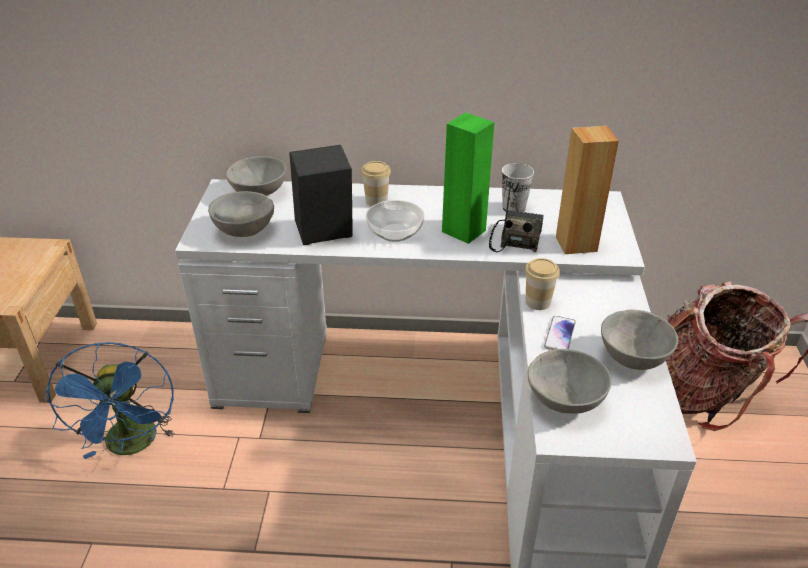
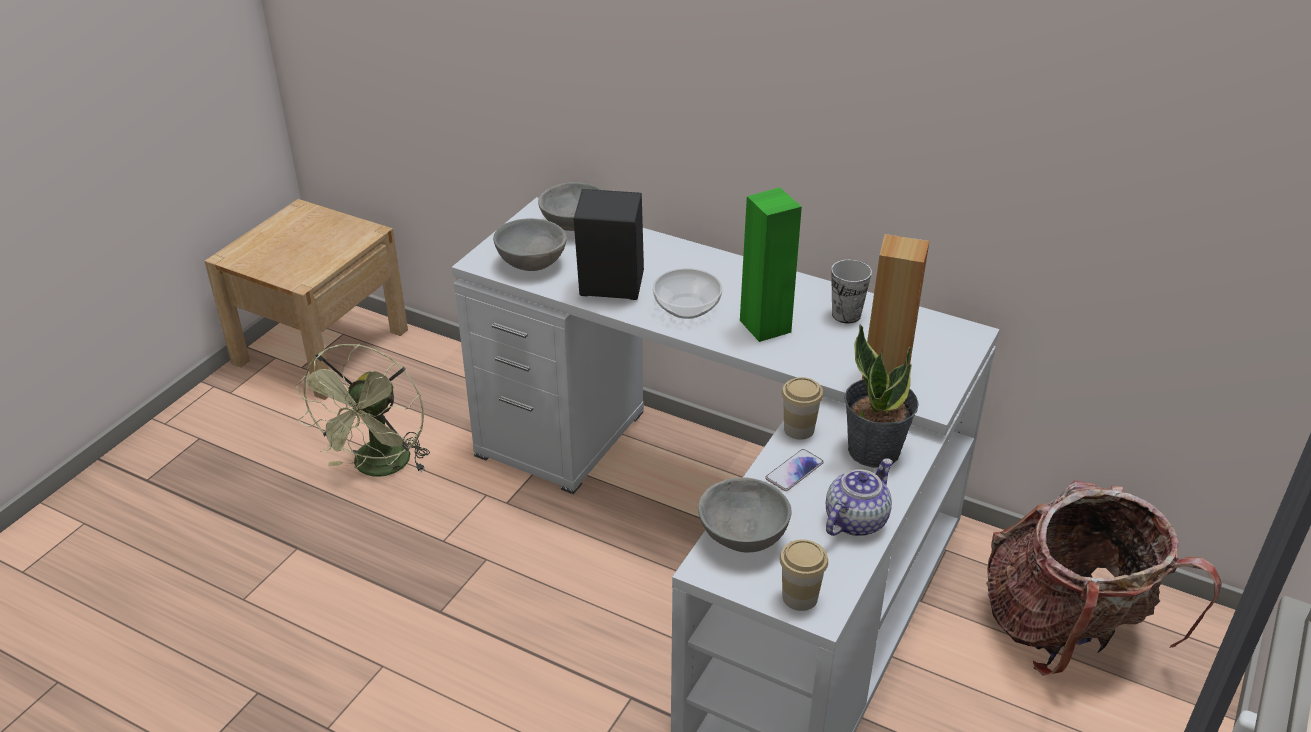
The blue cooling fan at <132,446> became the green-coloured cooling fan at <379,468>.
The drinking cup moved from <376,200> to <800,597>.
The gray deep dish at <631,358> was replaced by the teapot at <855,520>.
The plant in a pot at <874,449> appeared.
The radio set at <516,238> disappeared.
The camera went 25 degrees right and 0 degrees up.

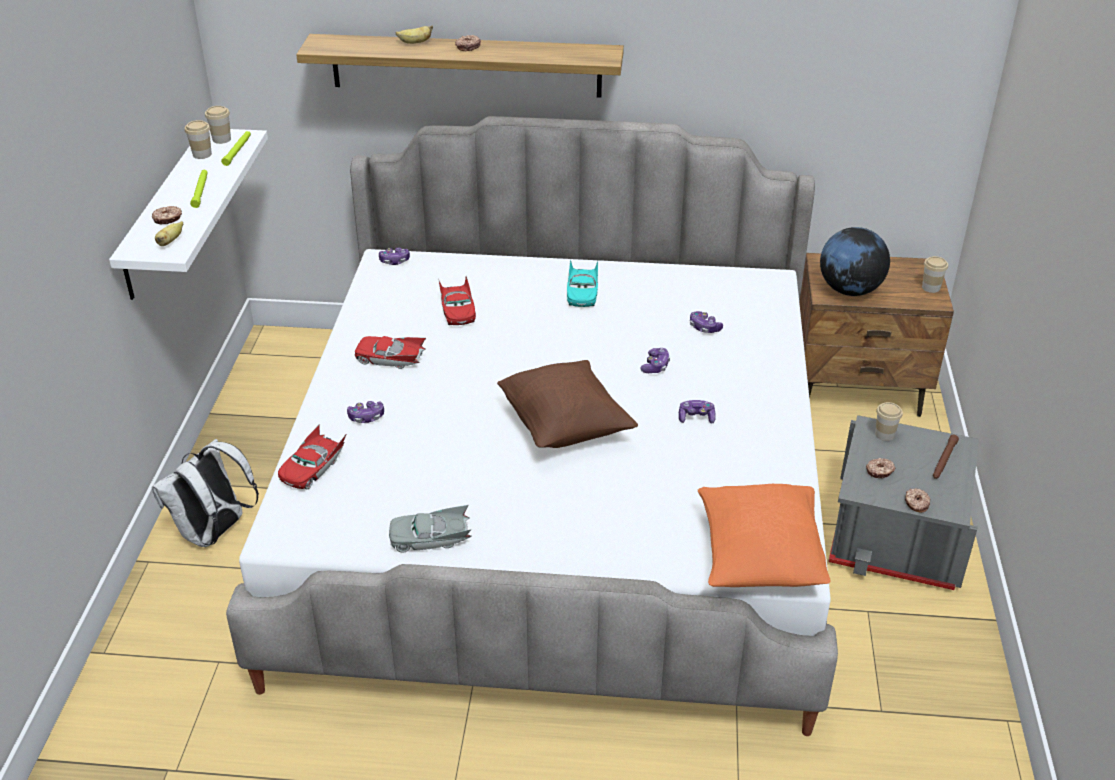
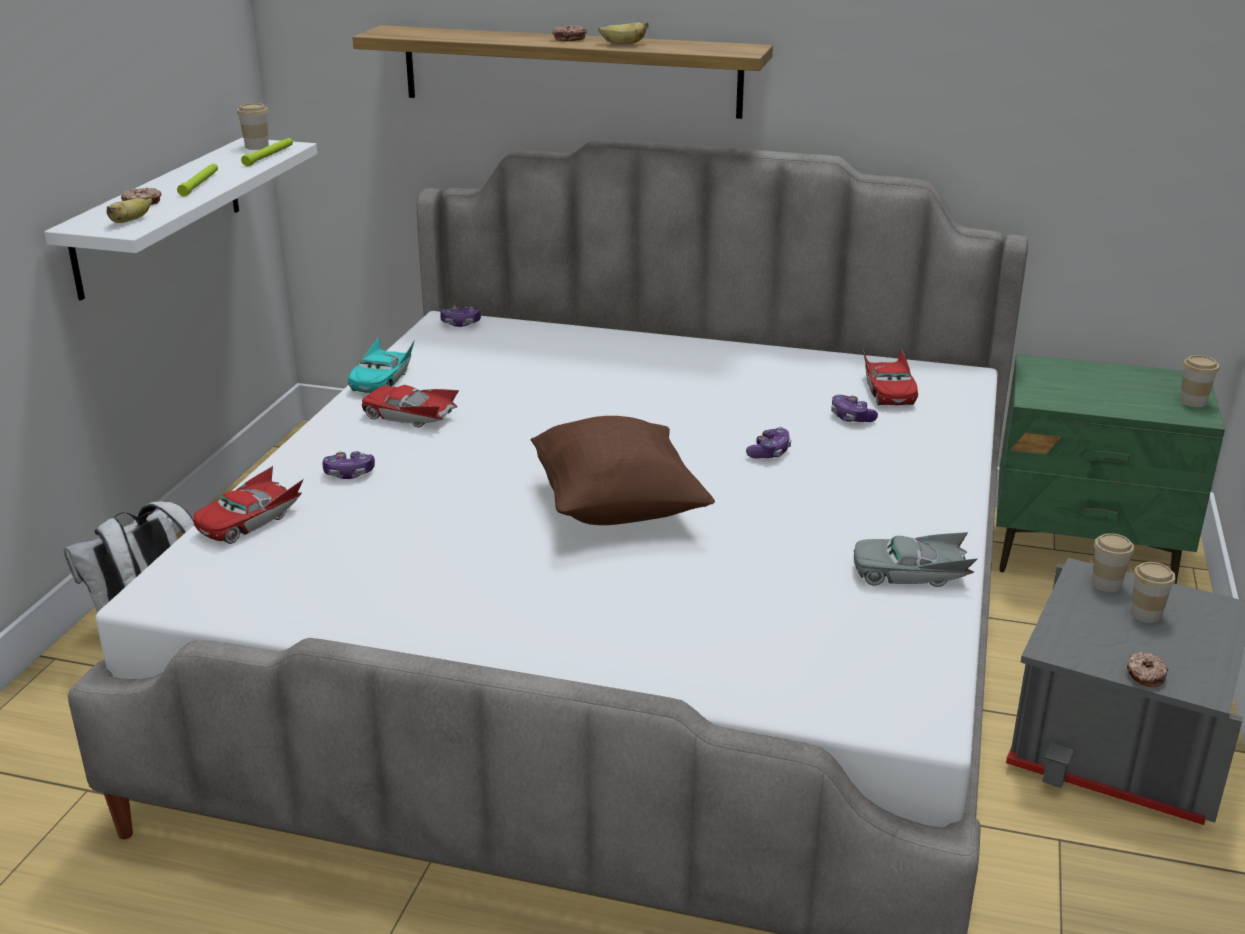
The blue-green model car moved from <582,292> to <382,379>.
The banana fruit moved from <415,42> to <623,44>.
The gray model car moved from <430,538> to <910,574>.
The red model car moved from <457,310> to <888,391>.
The brown-coloured bedside table at <858,388> became the green-coloured bedside table at <1085,554>.
The drinking cup moved from <202,154> to <1146,614>.
The joypad at <696,417> disappeared.
The orange cushion at <759,558> disappeared.
The world globe at <849,290> disappeared.
The donut at <880,471> disappeared.
The brown-coloured hand torch at <944,460> disappeared.
The camera went 10 degrees right and 10 degrees down.

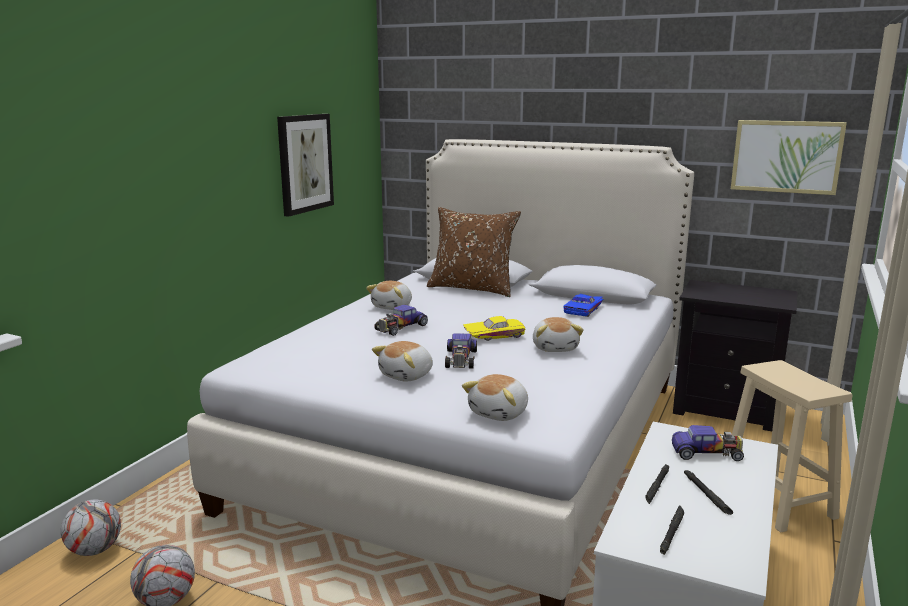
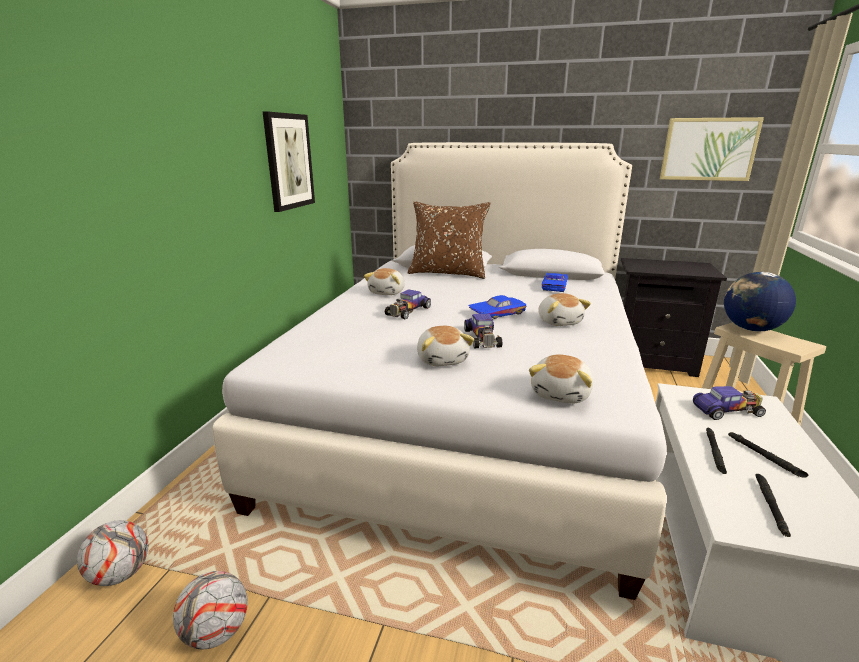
The cuddly toy at <407,375> turned 45 degrees counterclockwise.
The yellow-coloured model car at <493,335> became the blue model car at <496,313>.
The world globe at <750,329> appeared.
The camera went 10 degrees left and 5 degrees up.

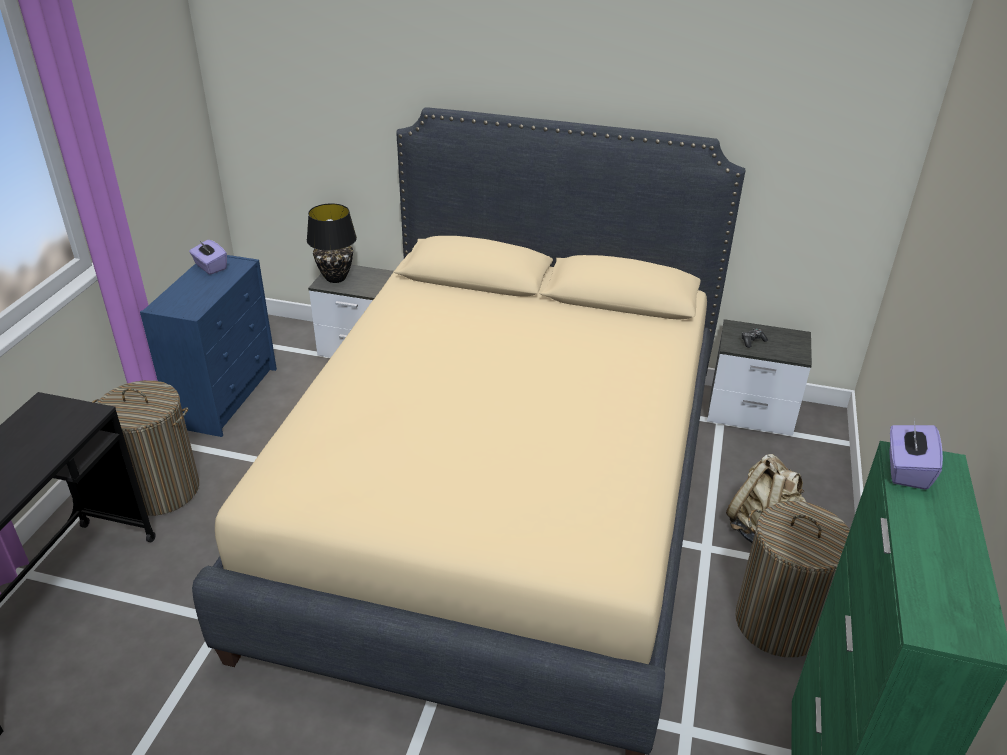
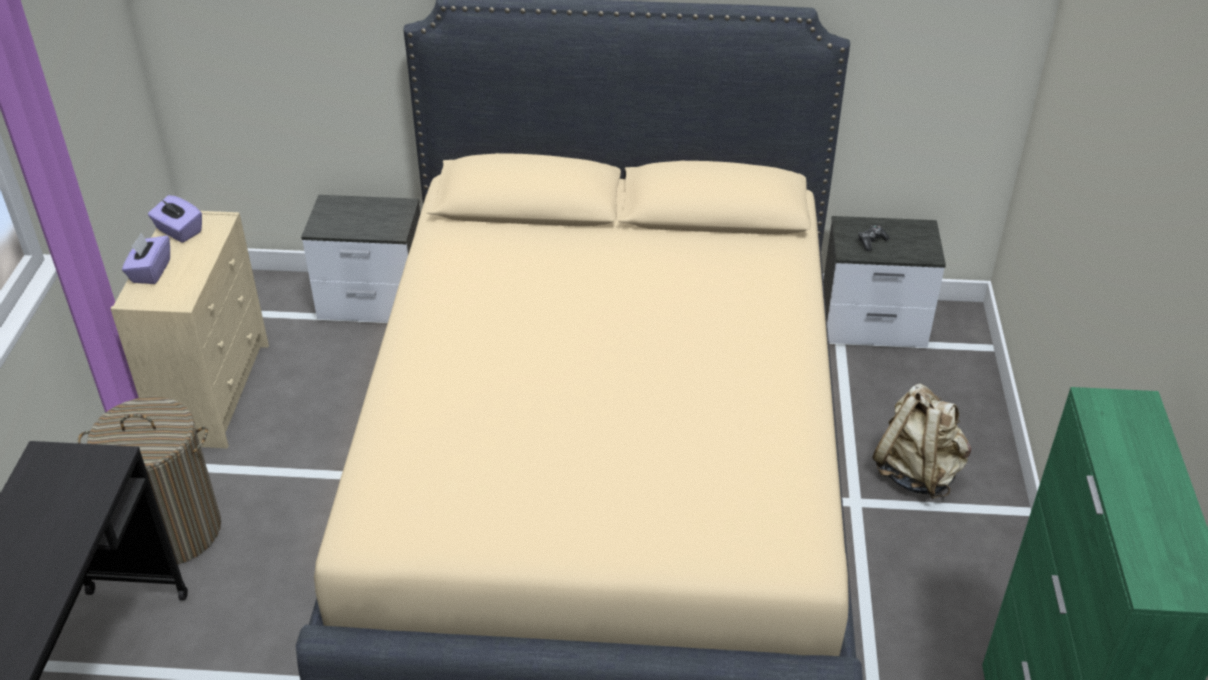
The blue drawer chest at <226,396> became the beige-coloured drawer chest at <214,391>.
The purple box of tissues moved from <906,470> to <150,271>.
The black lamp for a table at <335,278> disappeared.
The laundry basket at <779,623> disappeared.
The camera went 10 degrees left and 5 degrees up.

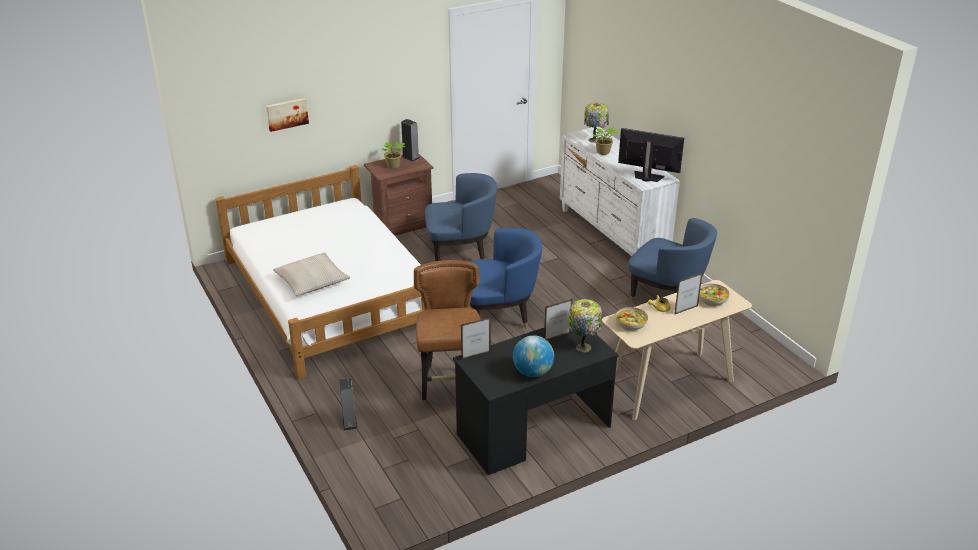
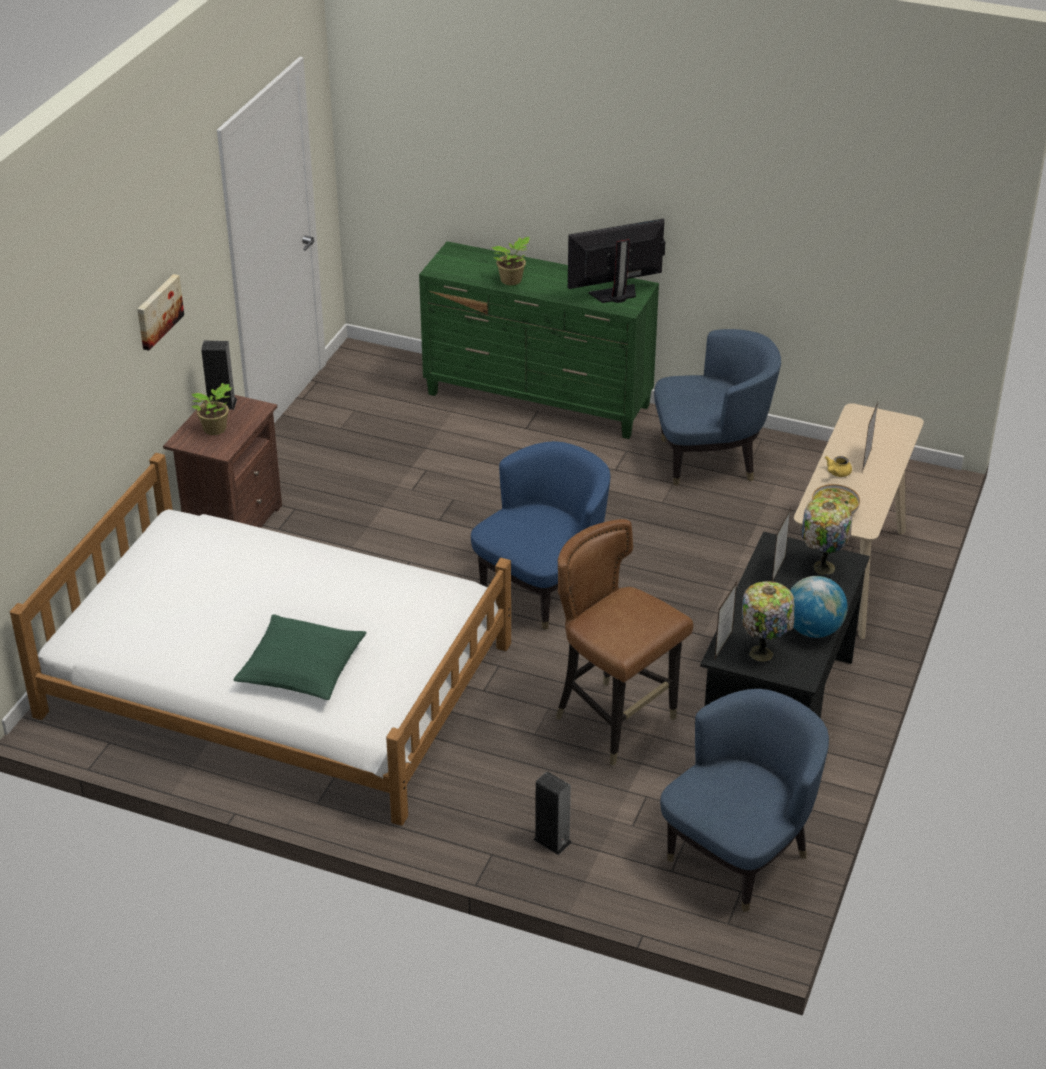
The picture moved from <287,114> to <158,311>.
The beige-coloured cushion at <312,281> became the green-coloured cushion at <301,668>.
The whitish drawer chest at <612,234> became the green-coloured drawer chest at <538,401>.
The blue easy chair moved from <460,253> to <740,855>.
The lamp for a table moved from <594,140> to <763,653>.
The deep dish at <712,300> disappeared.
The camera went 40 degrees left and 5 degrees up.

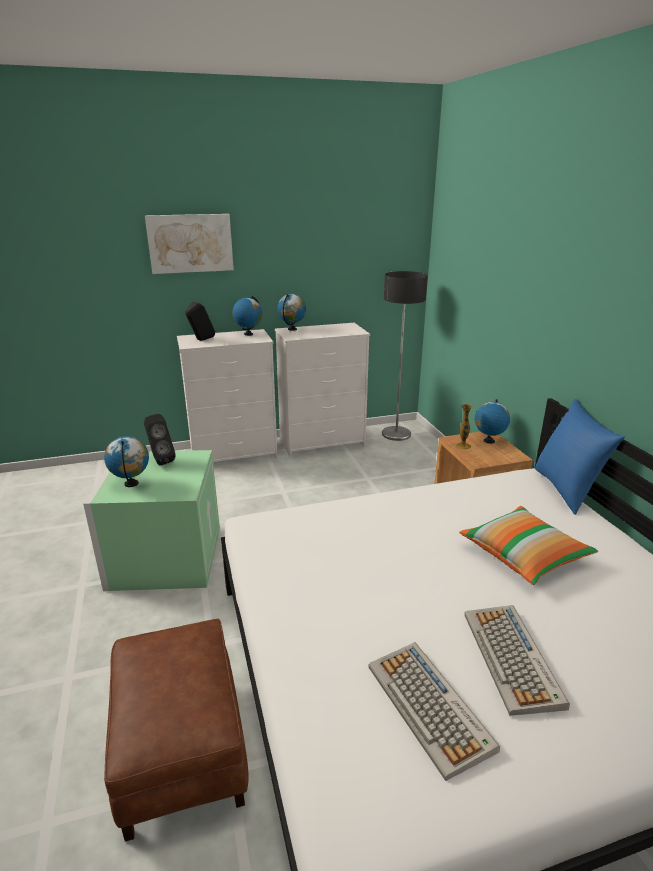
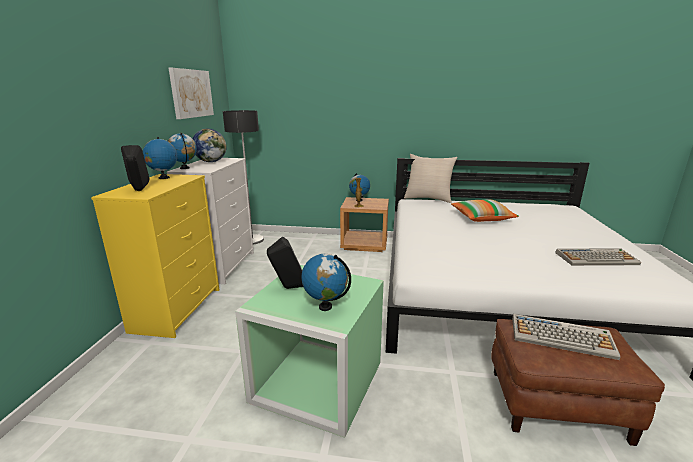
The whitish drawer chest at <234,453> became the yellow-coloured drawer chest at <177,309>.
The picture moved from <190,243> to <191,93>.
The world globe at <211,162> appeared.
The blue cushion at <566,489> became the beige-coloured cushion at <428,199>.
The PC keyboard moved from <512,659> to <562,337>.
The camera went 65 degrees left and 5 degrees down.

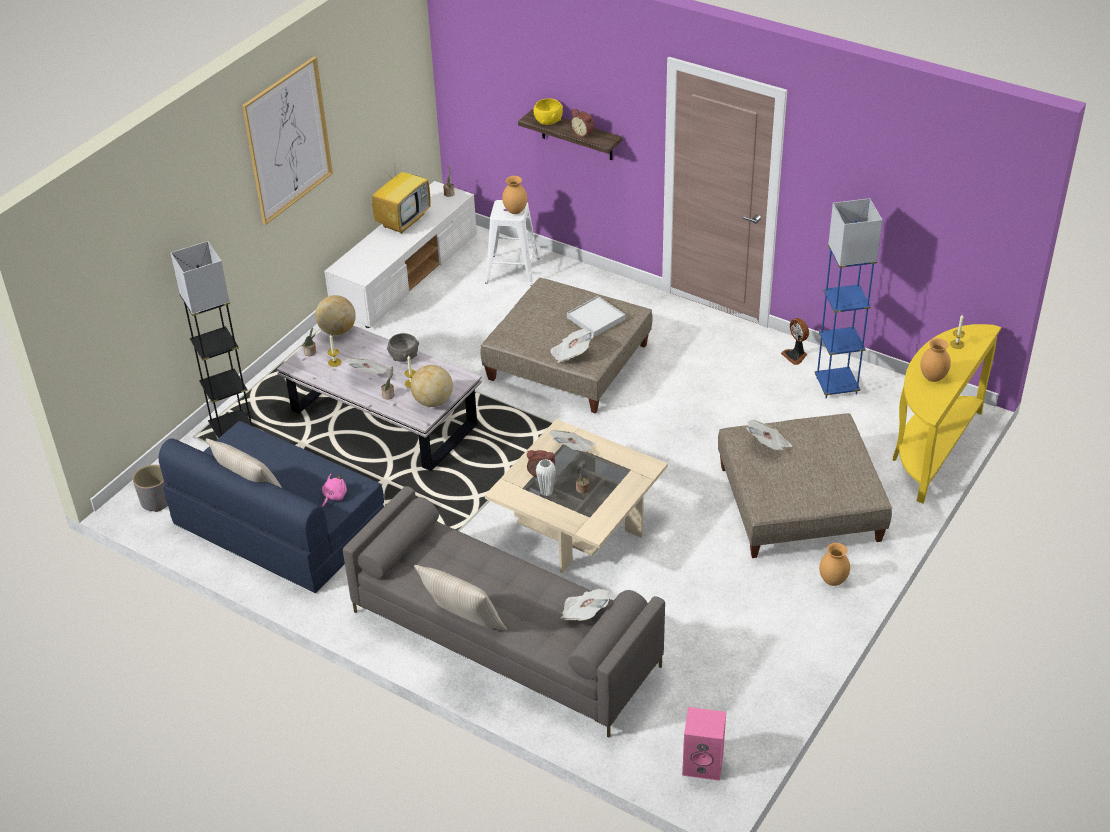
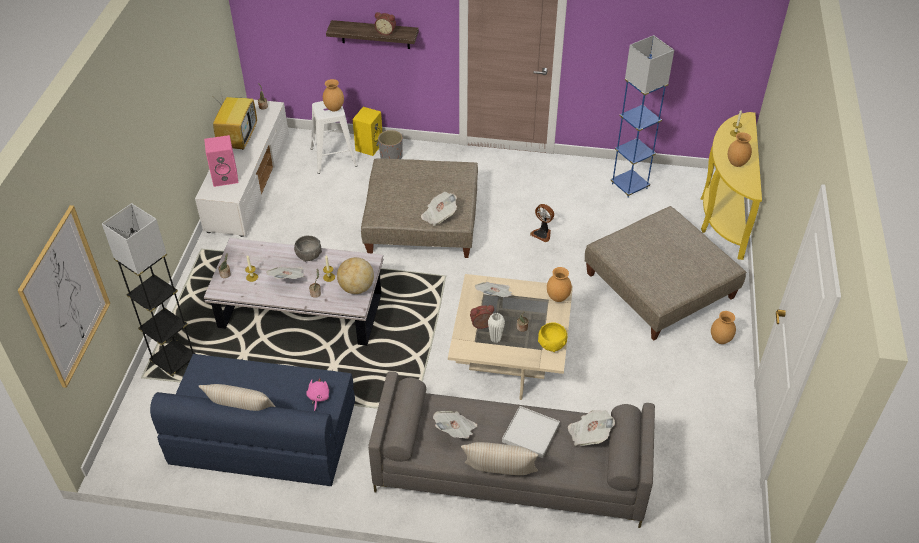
The picture moved from <288,140> to <66,297>.
The pink audio speaker moved from <704,763> to <226,177>.
The yellow-coloured audio speaker at <369,146> appeared.
The gray plant pot moved from <156,501> to <391,157>.
The newspaper moved from <768,445> to <455,430>.
The whitish serving tray moved from <596,318> to <530,433>.
The cooling fan moved from <795,355> to <542,233>.
The yellow-coloured deep dish moved from <548,121> to <551,344>.
The brown-coloured decorative vase at <557,297> appeared.
The world globe at <337,330> disappeared.
The camera went 25 degrees left and 5 degrees up.

